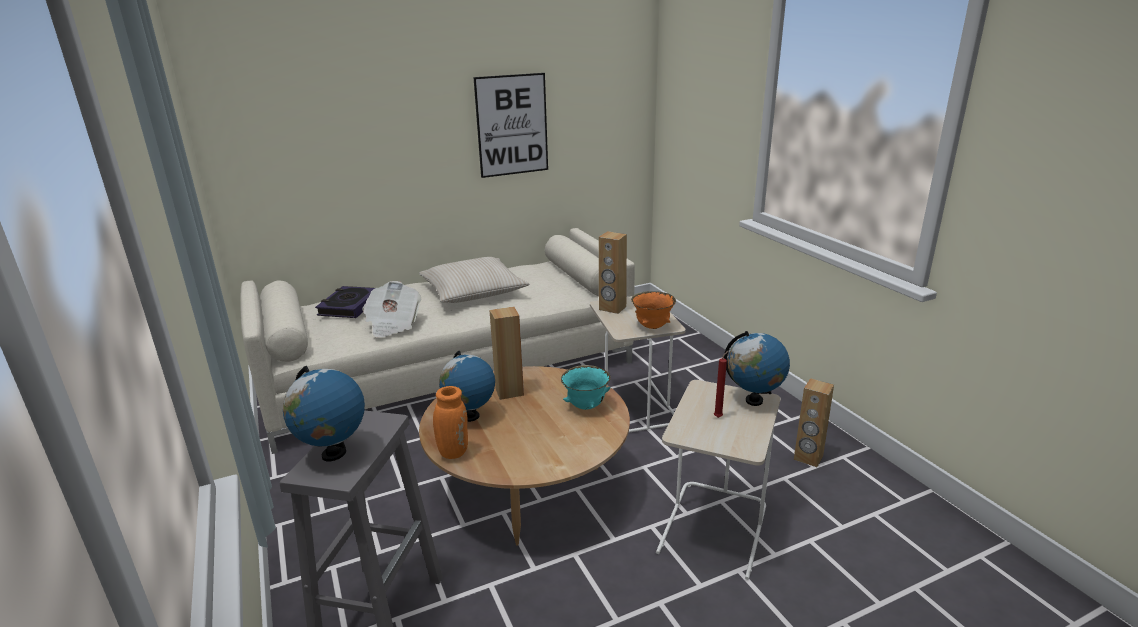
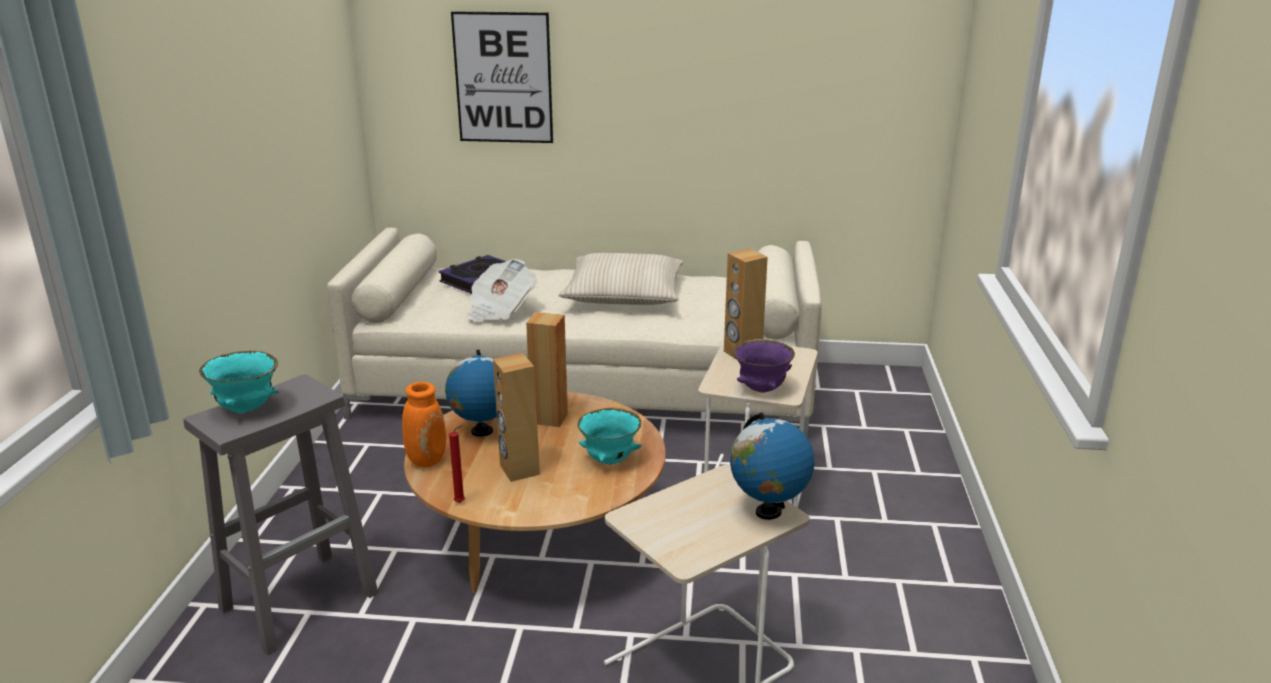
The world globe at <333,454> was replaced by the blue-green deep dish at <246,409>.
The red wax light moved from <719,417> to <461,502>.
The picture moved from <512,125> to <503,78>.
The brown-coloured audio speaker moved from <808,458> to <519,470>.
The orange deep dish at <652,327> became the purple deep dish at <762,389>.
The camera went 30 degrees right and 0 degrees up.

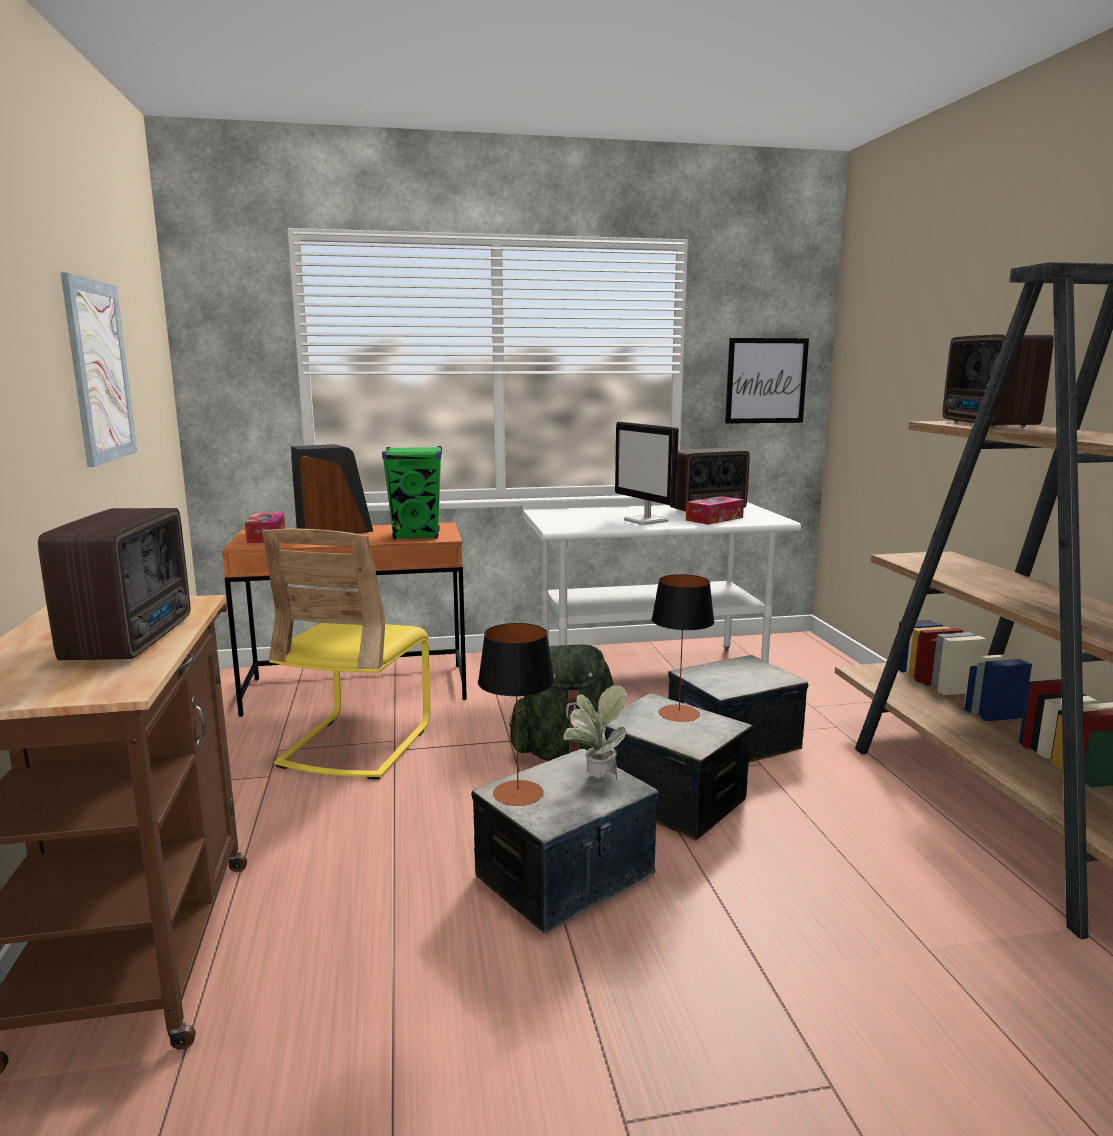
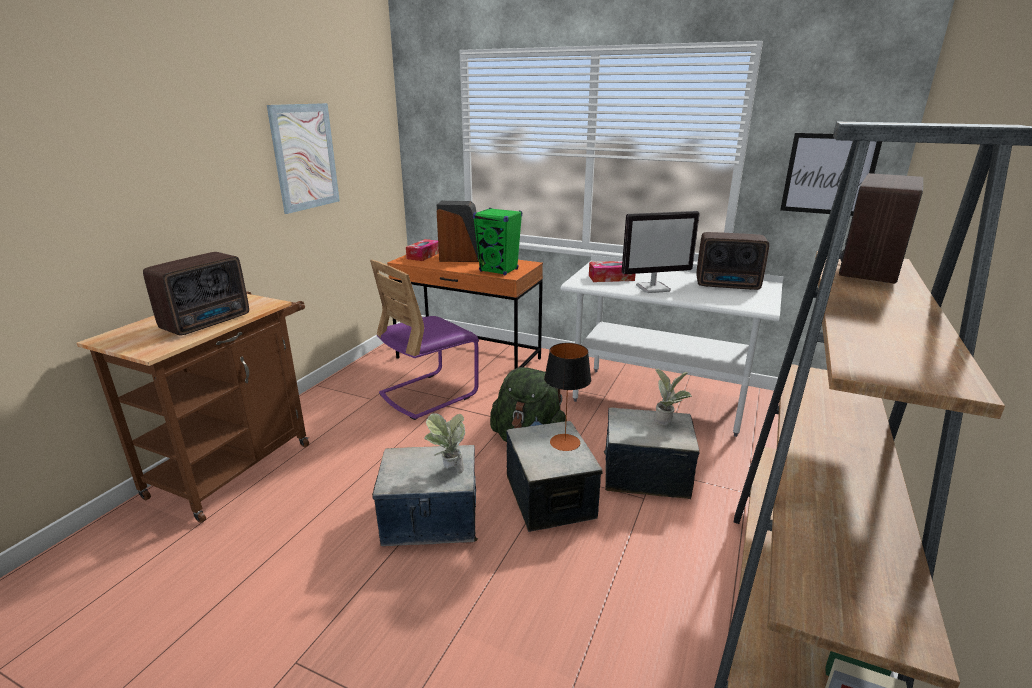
The yellow-coloured plain chair at <356,744> became the purple plain chair at <428,394>.
The box of tissues moved from <714,519> to <611,278>.
The computer display at <646,521> turned 105 degrees counterclockwise.
The plant in a pot at <667,421> appeared.
The lamp for a table at <517,793> disappeared.
The camera went 35 degrees right and 10 degrees up.

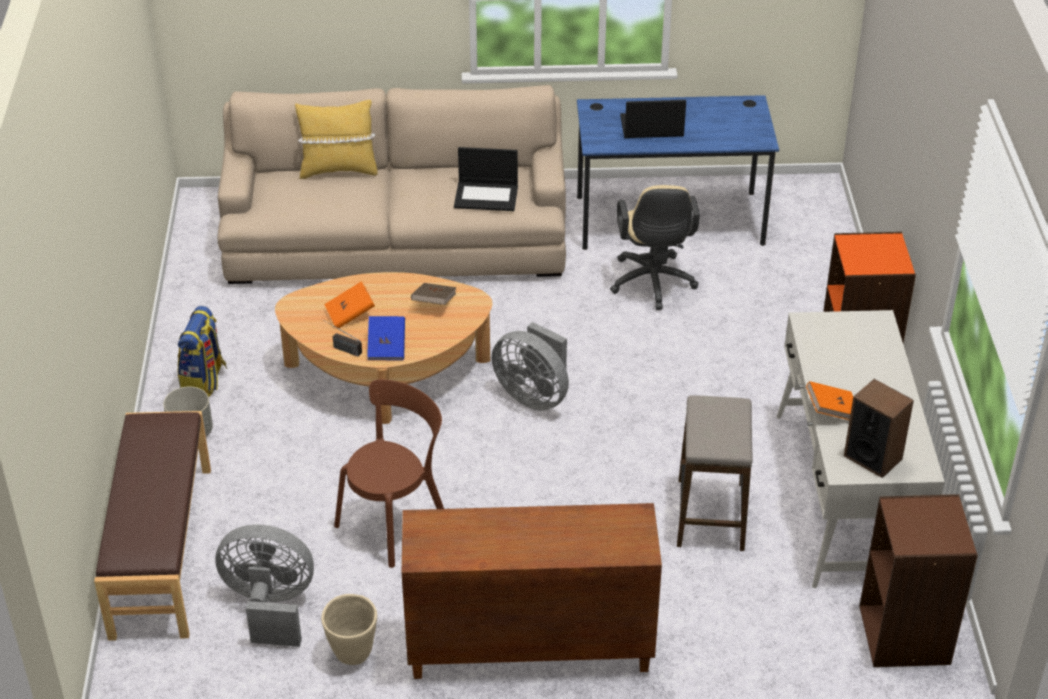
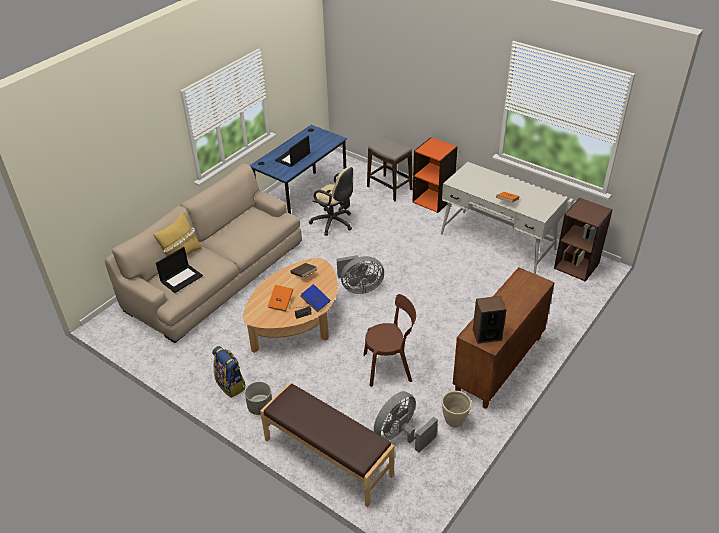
The notebook computer moved from <487,196> to <181,278>.
The brown-coloured plain chair at <396,522> turned 90 degrees clockwise.
The sitting stool moved from <710,515> to <389,188>.
The audio speaker moved from <873,457> to <487,335>.
The camera went 50 degrees left and 0 degrees up.

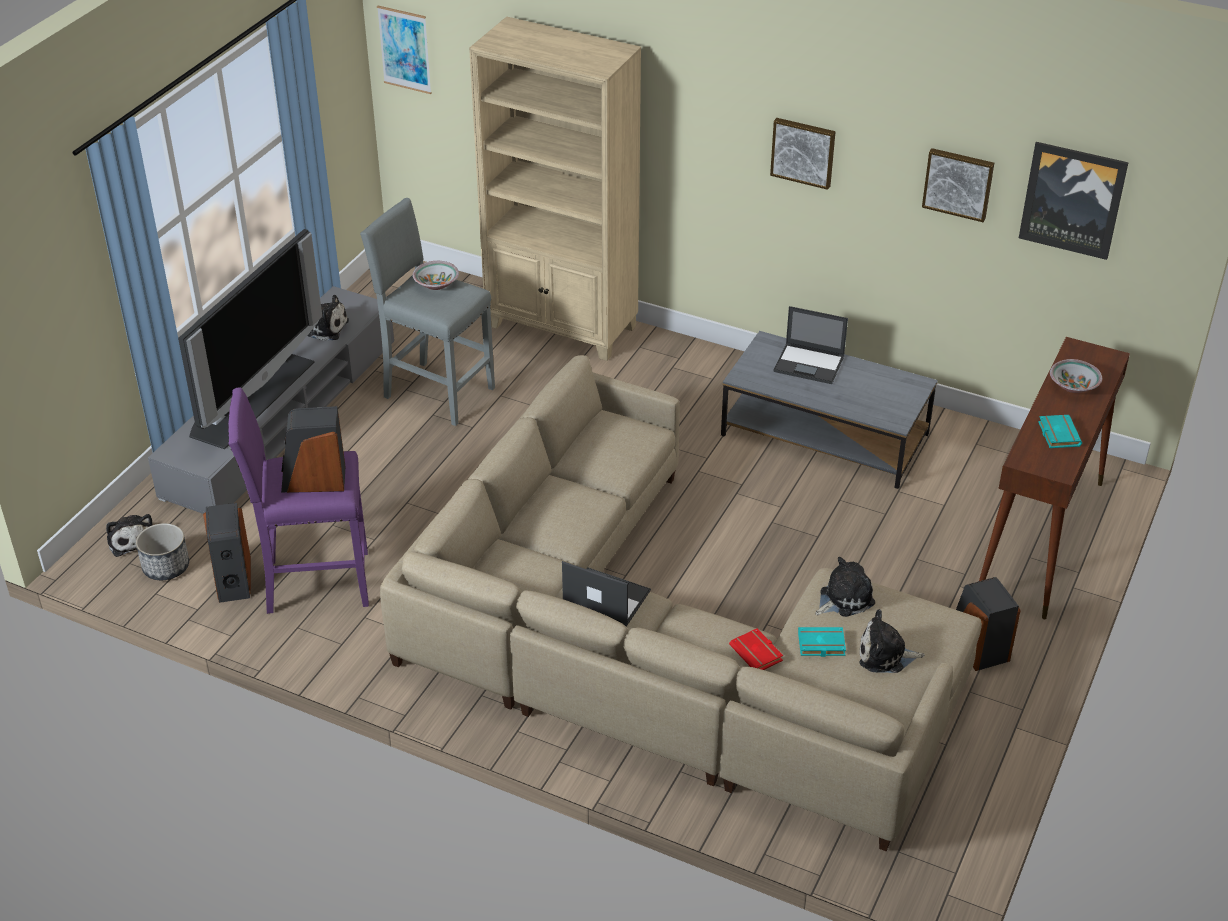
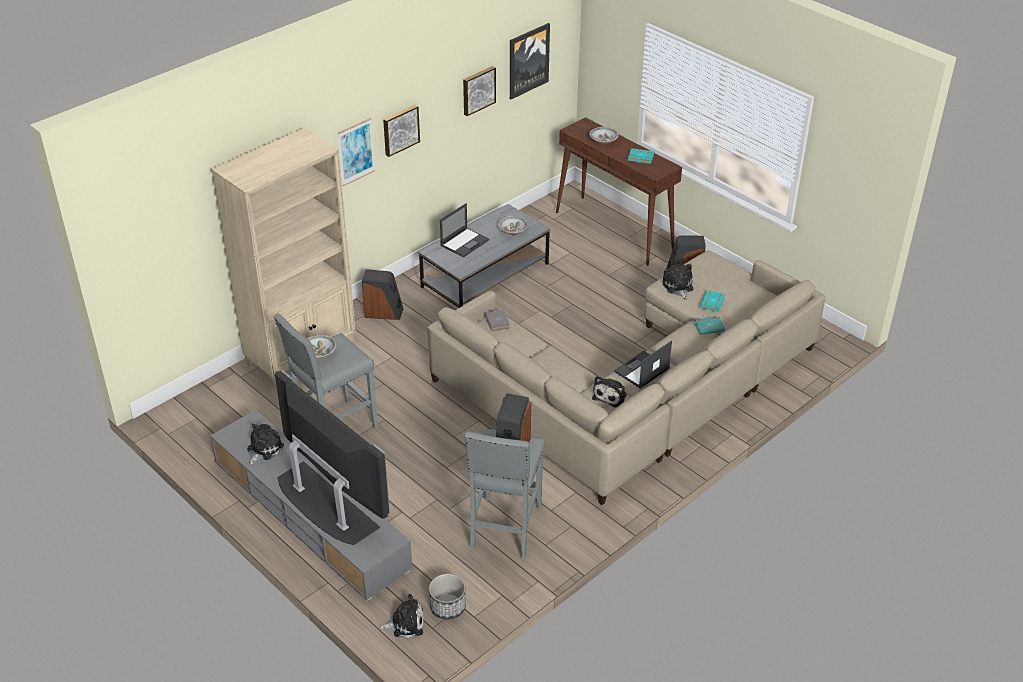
The picture moved from <405,49> to <356,151>.
The audio speaker moved from <233,579> to <383,312>.
The purple sitting stool at <315,582> became the gray sitting stool at <504,528>.
The gray bound book at <498,322> appeared.
The deep dish at <513,231> appeared.
The cuddly toy moved from <885,655> to <610,395>.
The red bound book at <758,654> became the blue-green bound book at <709,327>.
The camera went 70 degrees left and 0 degrees up.

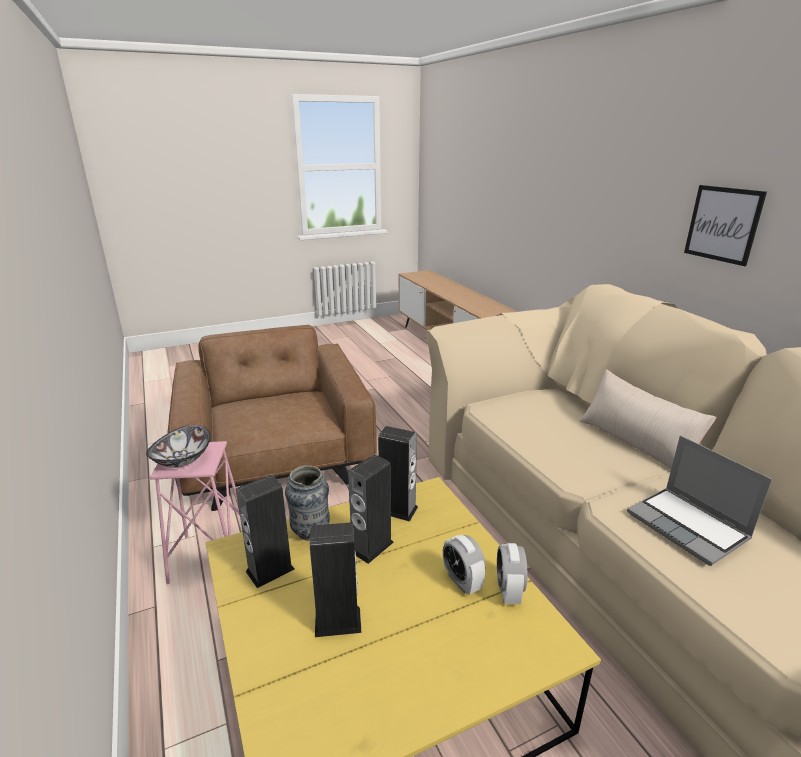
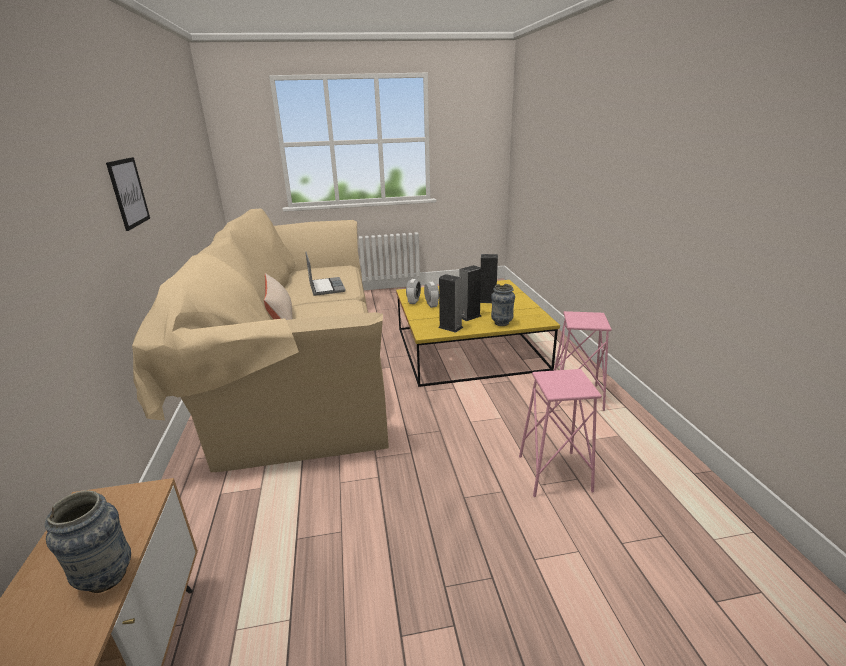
The decorative vase at <106,577> appeared.
The brown-coloured easy chair at <276,461> was replaced by the pink sitting stool at <553,473>.
The deep dish at <183,460> disappeared.
The audio speaker at <270,570> disappeared.
The camera went 165 degrees left and 0 degrees up.

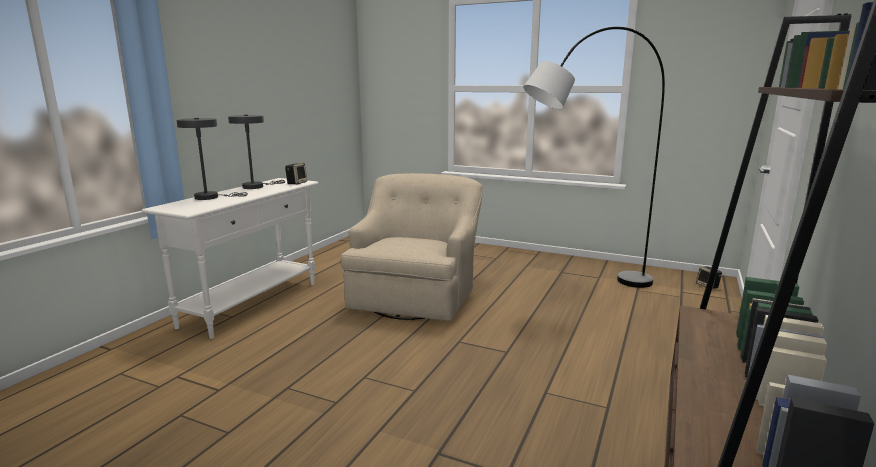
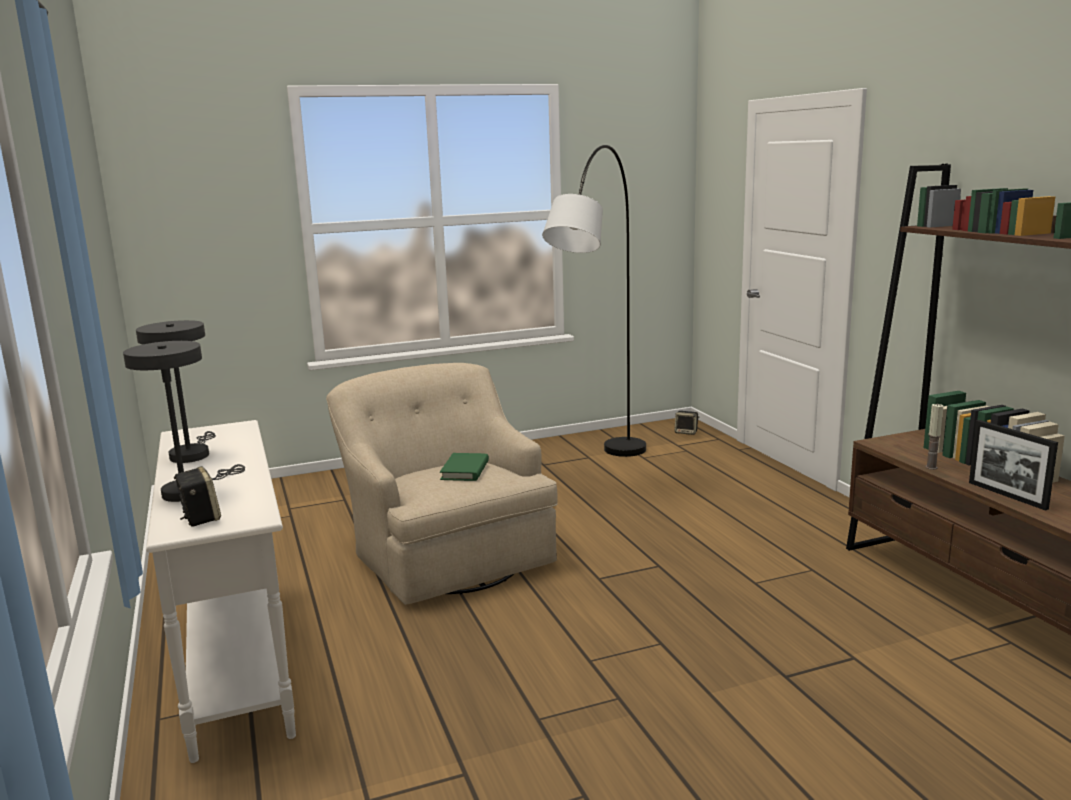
The audio speaker moved from <297,183> to <199,518>.
The green-coloured bound book at <465,470> appeared.
The wax light at <931,467> appeared.
The photo frame at <1007,495> appeared.
The camera went 45 degrees left and 0 degrees up.

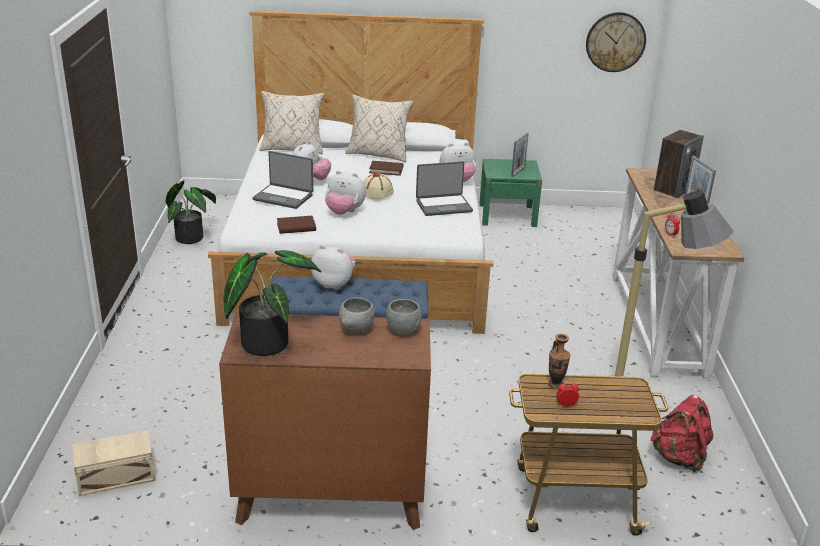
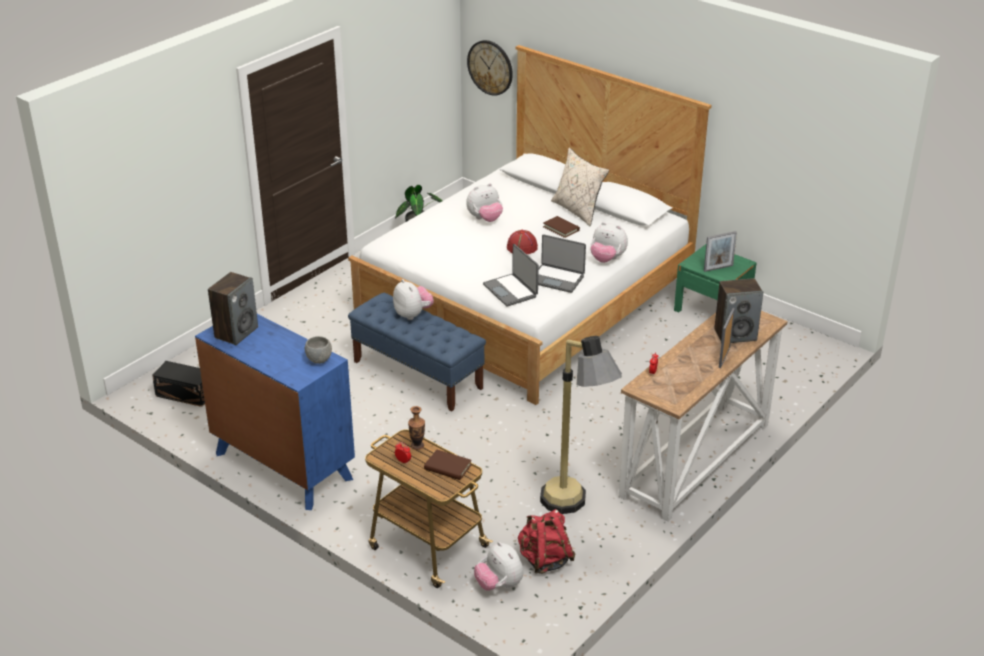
The beige-coloured storage box at <115,476> became the black storage box at <185,393>.
The brown-coloured drawer chest at <330,497> became the blue drawer chest at <283,466>.
The plant in a pot at <266,340> was replaced by the audio speaker at <236,332>.
The brown-coloured bound book moved from <296,227> to <447,467>.
The wall clock moved from <615,42> to <490,67>.
The cuddly toy moved from <344,212> to <499,585>.
The notebook computer moved from <283,197> to <511,290>.
The beige-coloured wearable hat at <377,192> became the red wearable hat at <522,247>.
The beige-coloured cushion at <292,149> disappeared.
The gray deep dish at <356,330> disappeared.
The camera went 40 degrees right and 5 degrees up.

